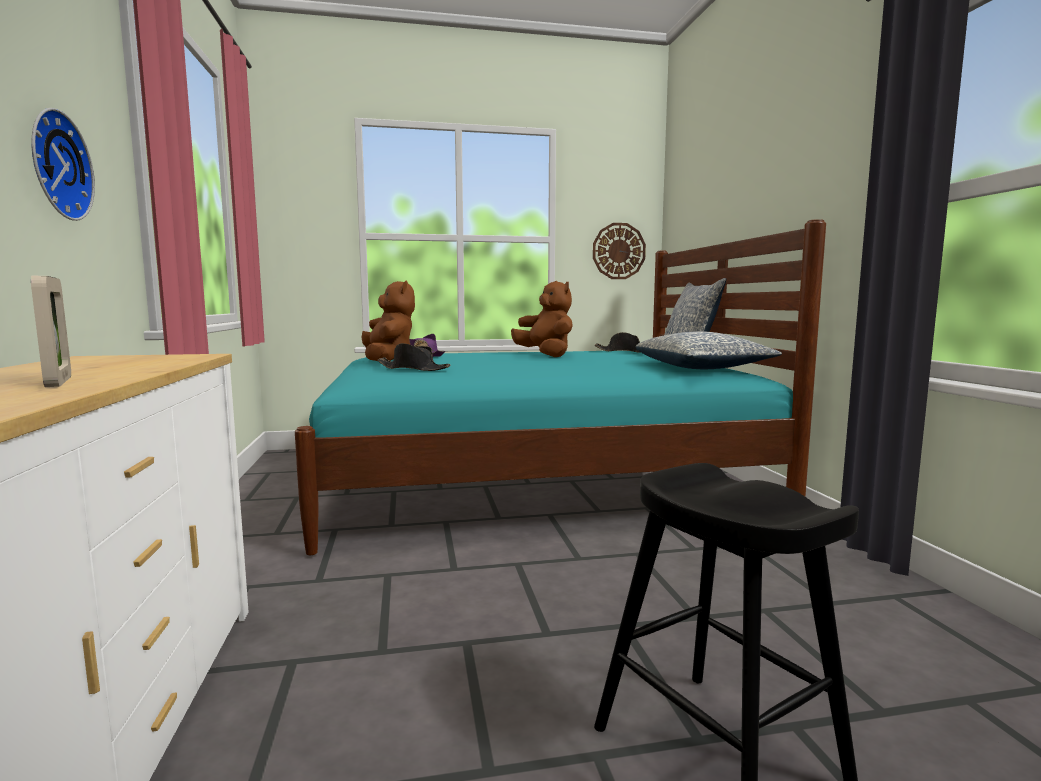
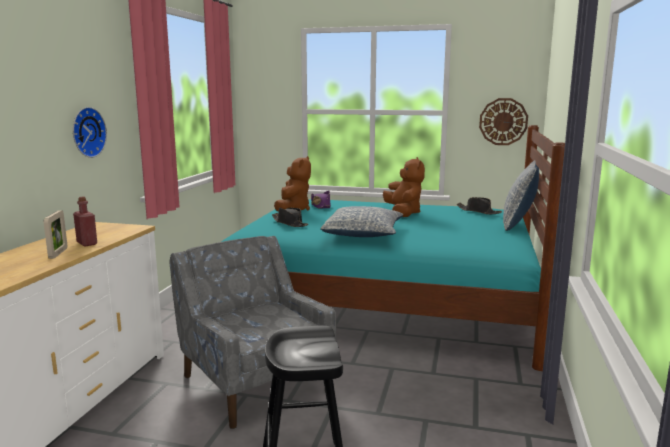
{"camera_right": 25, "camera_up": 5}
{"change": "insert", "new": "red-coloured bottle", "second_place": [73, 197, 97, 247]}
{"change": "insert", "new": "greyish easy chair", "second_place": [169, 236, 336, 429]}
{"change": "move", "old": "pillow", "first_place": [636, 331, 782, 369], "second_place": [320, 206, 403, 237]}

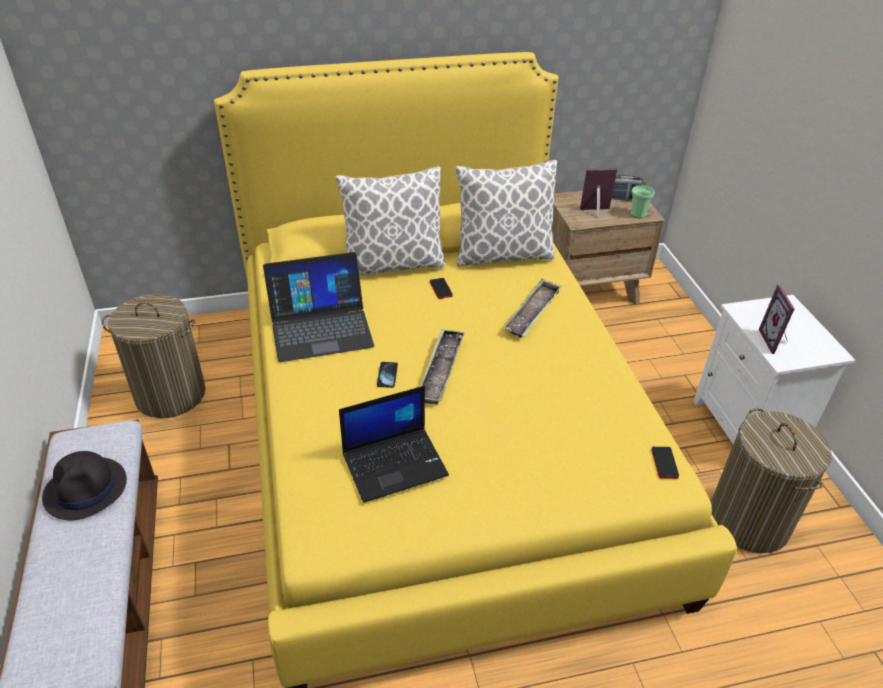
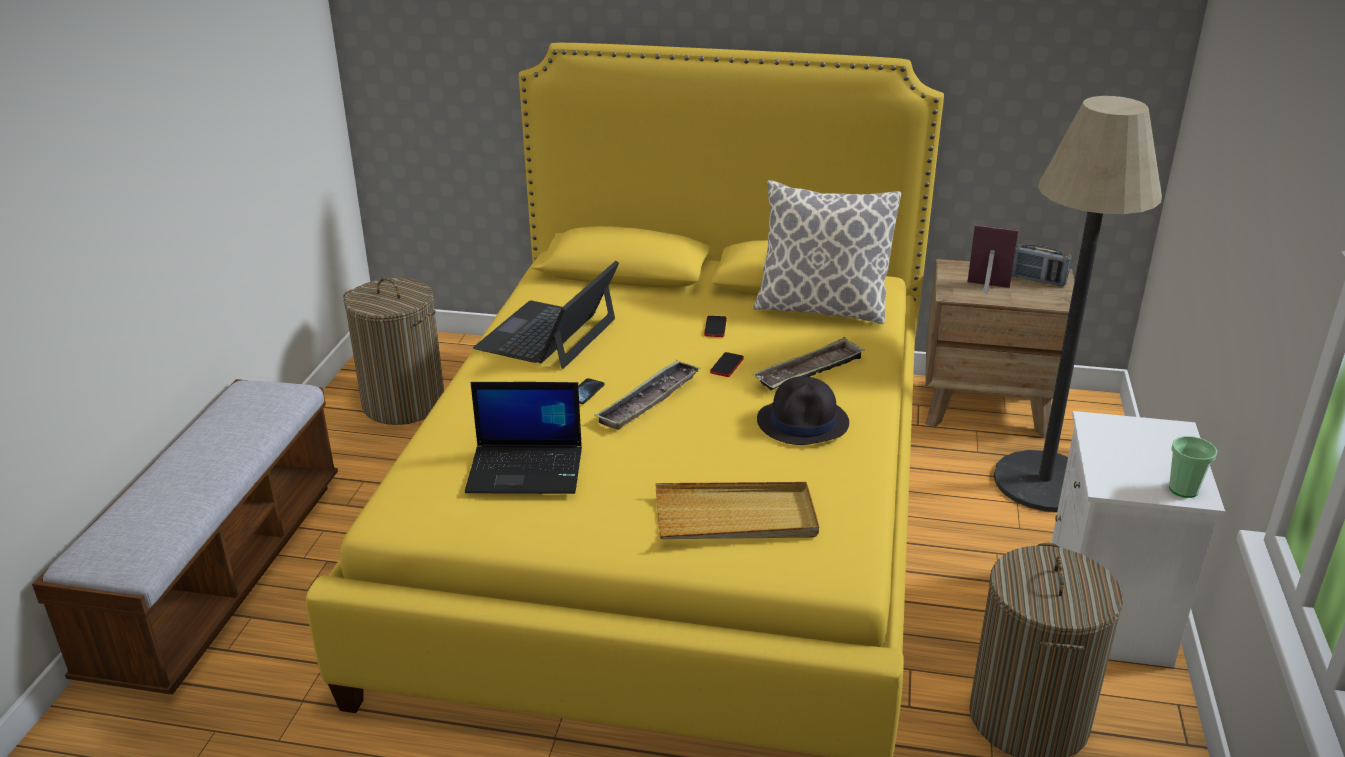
{"camera_right": 25, "camera_up": -10}
{"change": "rotate", "old": "notebook computer", "first_place": [263, 252, 374, 362], "second_place": [473, 261, 619, 369], "degrees": 105}
{"change": "insert", "new": "beige carrying tray", "second_place": [656, 482, 819, 539]}
{"change": "move", "old": "telephone", "first_place": [652, 447, 679, 479], "second_place": [710, 352, 744, 377]}
{"change": "move", "old": "blackish hat", "first_place": [42, 451, 127, 520], "second_place": [757, 376, 849, 445]}
{"change": "insert", "new": "floor lamp", "second_place": [994, 96, 1162, 512]}
{"change": "move", "old": "small cup", "first_place": [631, 185, 655, 218], "second_place": [1169, 436, 1217, 498]}
{"change": "delete", "old": "pillow", "first_place": [335, 166, 445, 276]}
{"change": "delete", "old": "picture frame", "first_place": [759, 285, 794, 354]}

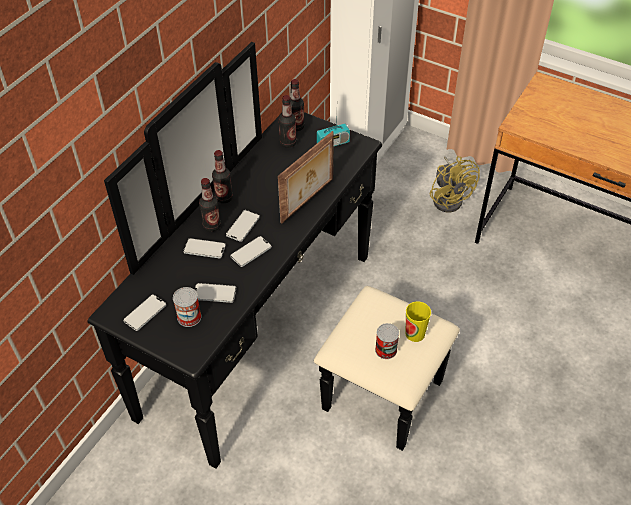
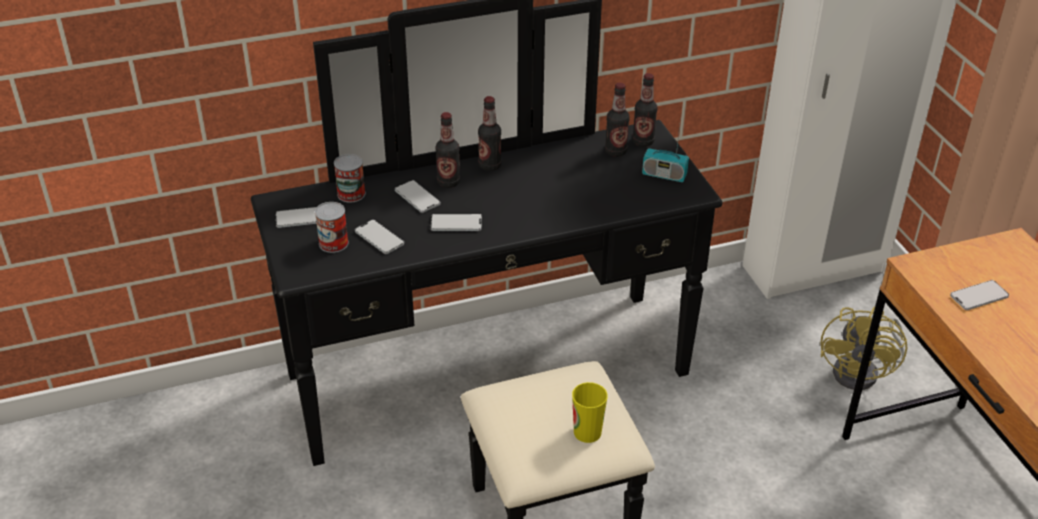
{"camera_right": 40, "camera_up": -10}
{"change": "move", "old": "can", "first_place": [375, 323, 399, 359], "second_place": [334, 154, 366, 203]}
{"change": "move", "old": "telephone", "first_place": [226, 210, 260, 242], "second_place": [950, 280, 1009, 310]}
{"change": "delete", "old": "picture frame", "first_place": [278, 131, 334, 224]}

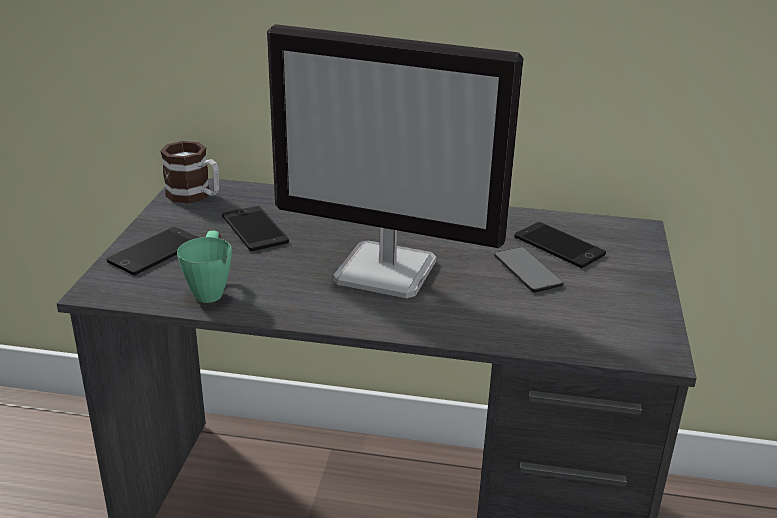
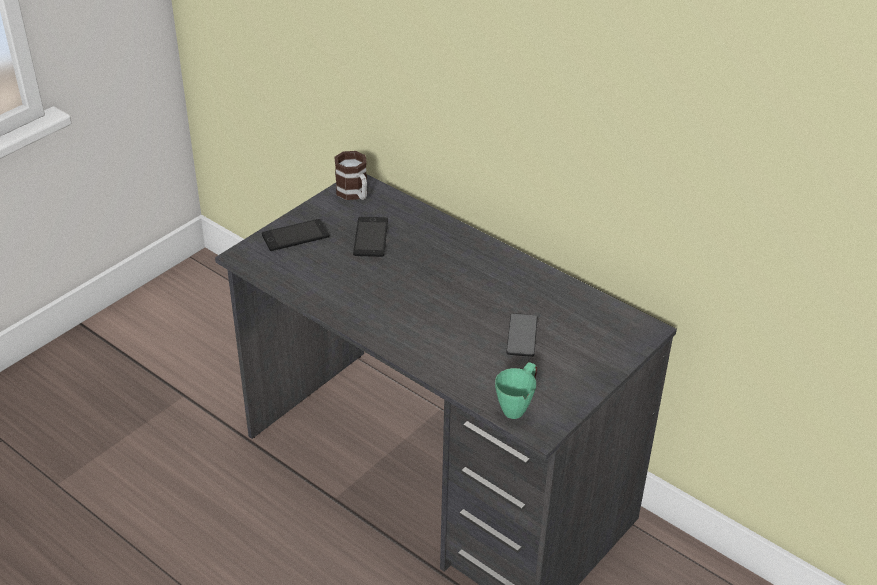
{"camera_right": 30, "camera_up": 10}
{"change": "move", "old": "greenish coffee mug", "first_place": [177, 230, 232, 303], "second_place": [495, 362, 537, 419]}
{"change": "delete", "old": "monitor", "first_place": [267, 24, 523, 298]}
{"change": "delete", "old": "telephone", "first_place": [514, 222, 606, 268]}

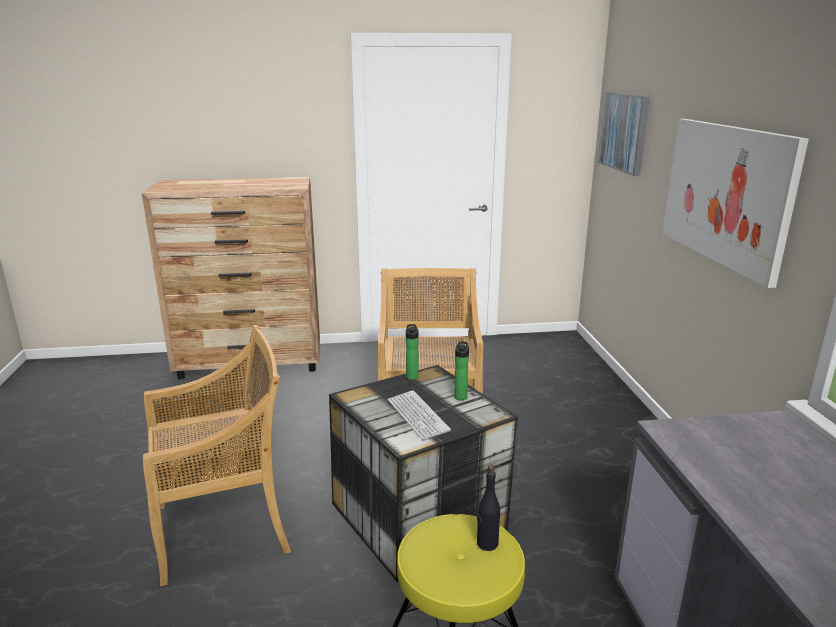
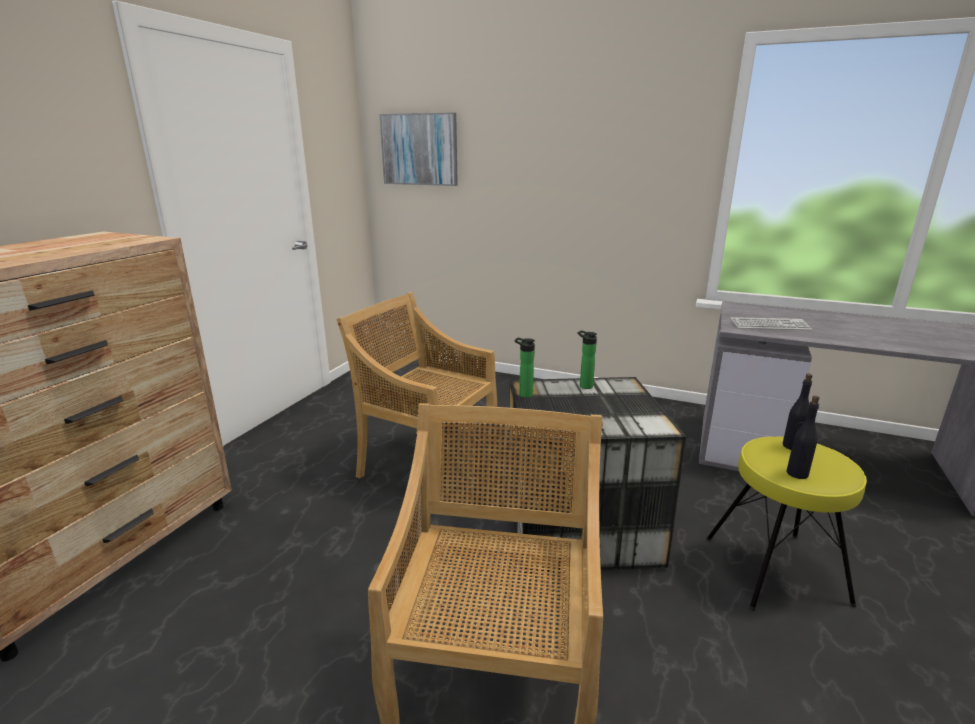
{"camera_right": -60, "camera_up": 0}
{"change": "move", "old": "PC keyboard", "first_place": [388, 390, 451, 440], "second_place": [730, 317, 812, 330]}
{"change": "insert", "new": "blackish bottle", "second_place": [786, 395, 820, 479]}
{"change": "delete", "old": "wall art", "first_place": [662, 119, 809, 288]}

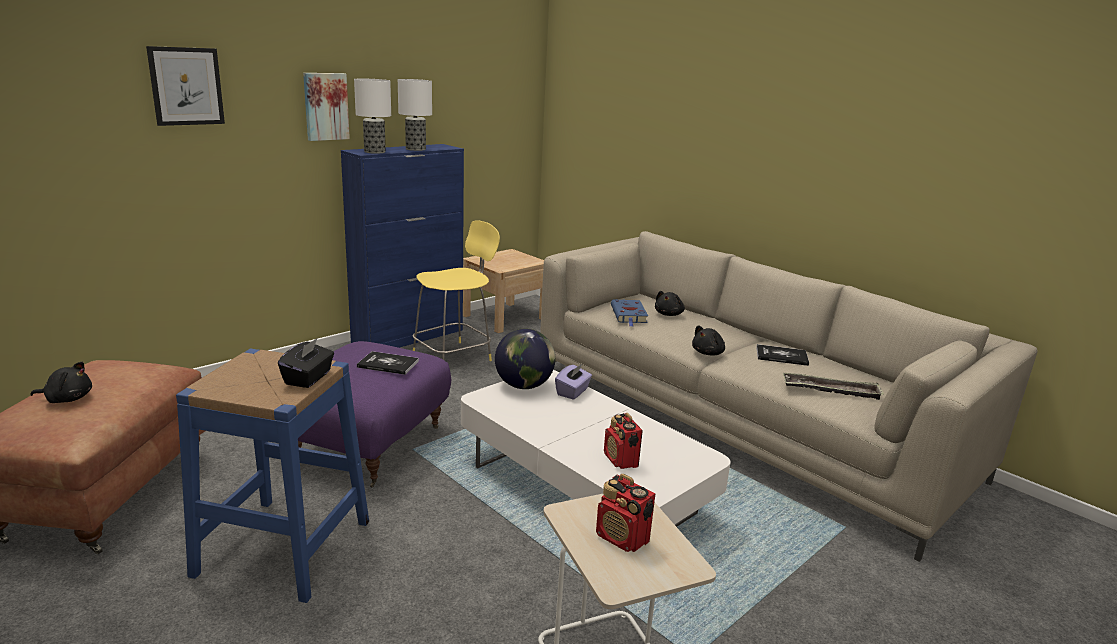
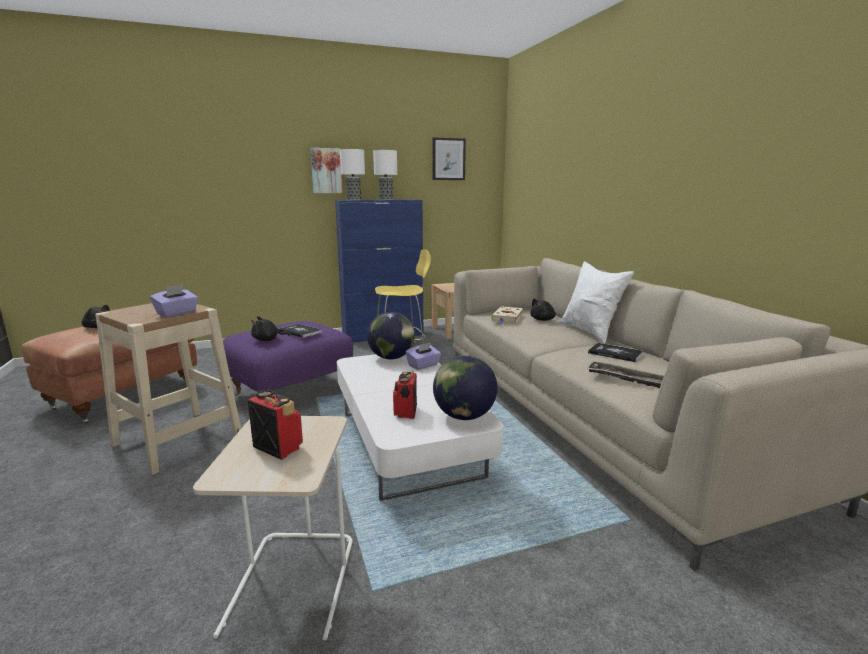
{"camera_right": 25, "camera_up": -5}
{"change": "recolor", "old": "blue-coloured sitting stool", "new": "beige sitting stool", "first_place": [176, 349, 369, 603], "second_place": [95, 303, 241, 475]}
{"change": "recolor", "old": "blackish tissue box", "new": "purple tissue box", "first_place": [278, 339, 334, 388], "second_place": [150, 285, 198, 317]}
{"change": "rotate", "old": "radio receiver", "first_place": [596, 474, 655, 552], "second_place": [248, 390, 303, 460], "degrees": 150}
{"change": "move", "old": "blackish plush toy", "first_place": [692, 325, 725, 356], "second_place": [251, 316, 290, 341]}
{"change": "move", "old": "wall art", "first_place": [146, 46, 225, 126], "second_place": [433, 137, 466, 180]}
{"change": "insert", "new": "world globe", "second_place": [433, 355, 498, 420]}
{"change": "recolor", "old": "blue-coloured volume", "new": "beige volume", "first_place": [611, 299, 648, 327], "second_place": [491, 306, 523, 324]}
{"change": "insert", "new": "whitish pillow", "second_place": [560, 261, 634, 343]}

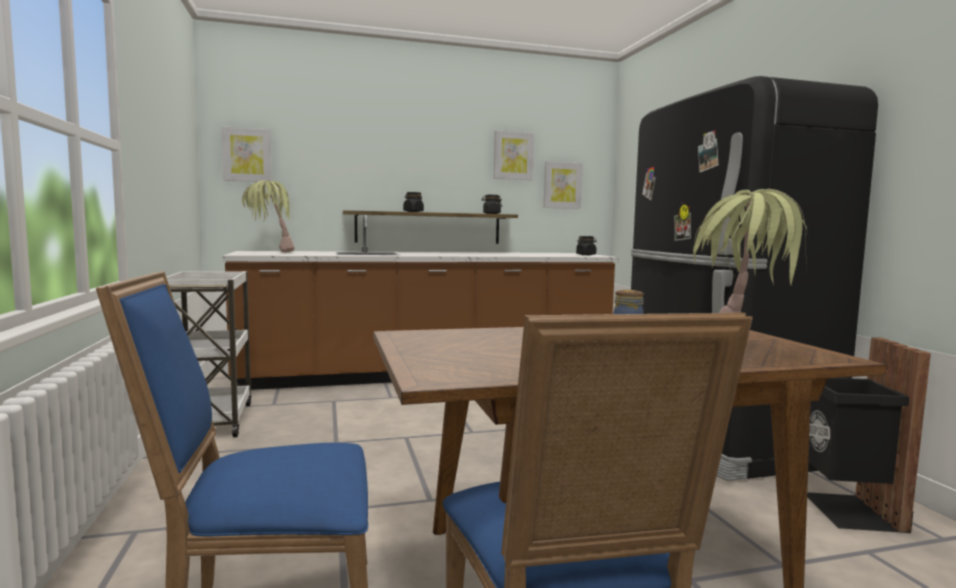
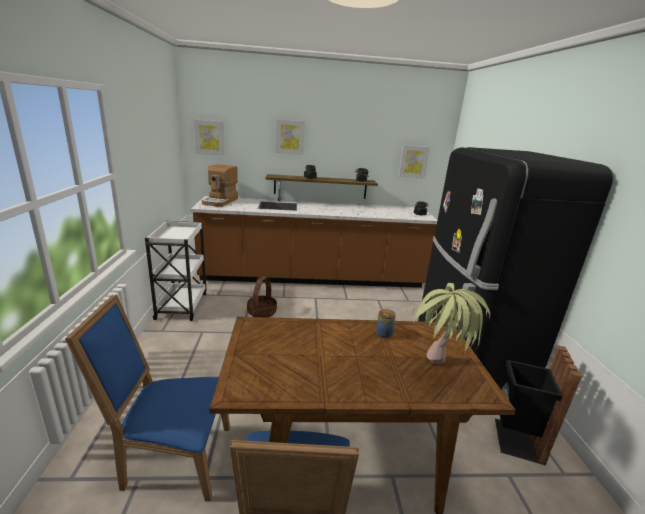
{"camera_right": 10, "camera_up": 15}
{"change": "replace", "old": "potted plant", "new": "coffee brewer", "first_place": [242, 180, 295, 253], "second_place": [202, 164, 238, 207]}
{"change": "insert", "new": "storage basket", "second_place": [247, 276, 277, 318]}
{"change": "move", "old": "wall art", "first_place": [494, 131, 534, 180], "second_place": [276, 119, 305, 155]}

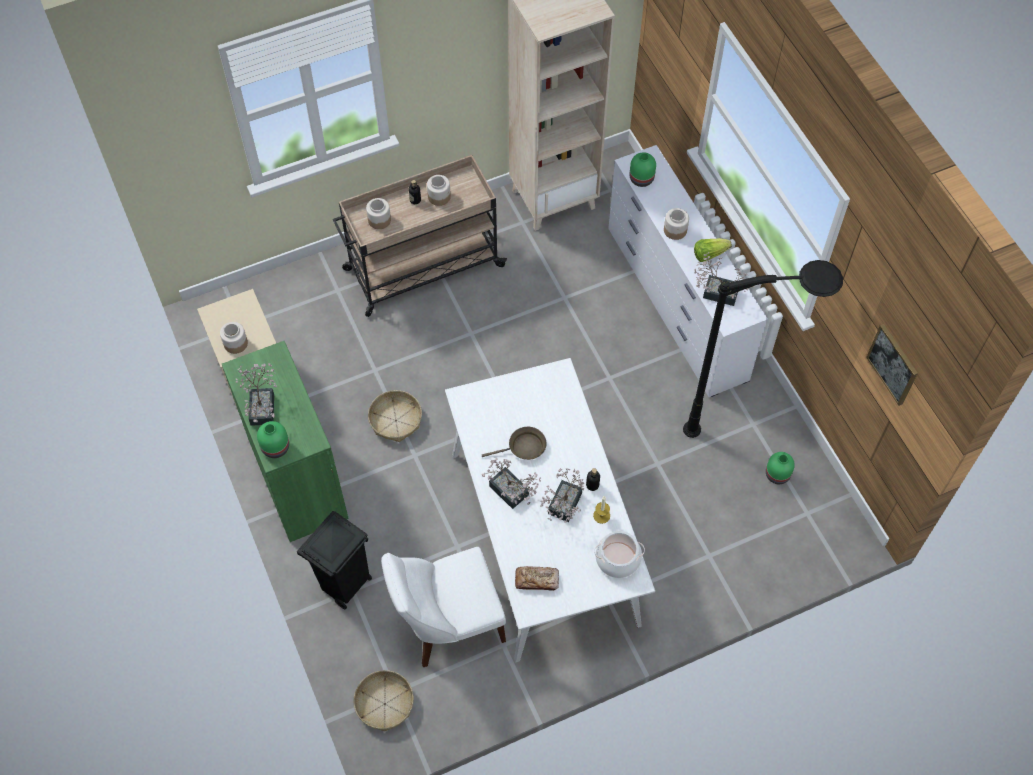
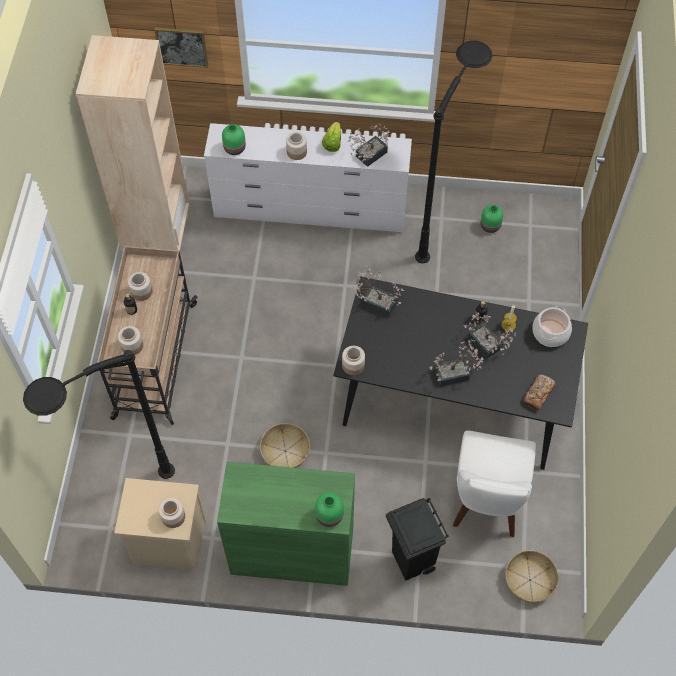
{"camera_right": -60, "camera_up": 0}
{"change": "insert", "new": "blackish floor lamp", "second_place": [23, 350, 175, 479]}
{"change": "move", "old": "wall art", "first_place": [866, 324, 918, 406], "second_place": [154, 27, 208, 68]}
{"change": "recolor", "old": "whitish dining table", "new": "blackish dining table", "first_place": [445, 358, 655, 662], "second_place": [333, 277, 588, 470]}
{"change": "insert", "new": "preserve jar", "second_place": [342, 346, 365, 375]}
{"change": "move", "old": "potted plant", "first_place": [236, 363, 277, 426], "second_place": [353, 265, 404, 317]}
{"change": "delete", "old": "brown-coloured skillet", "first_place": [482, 427, 547, 460]}

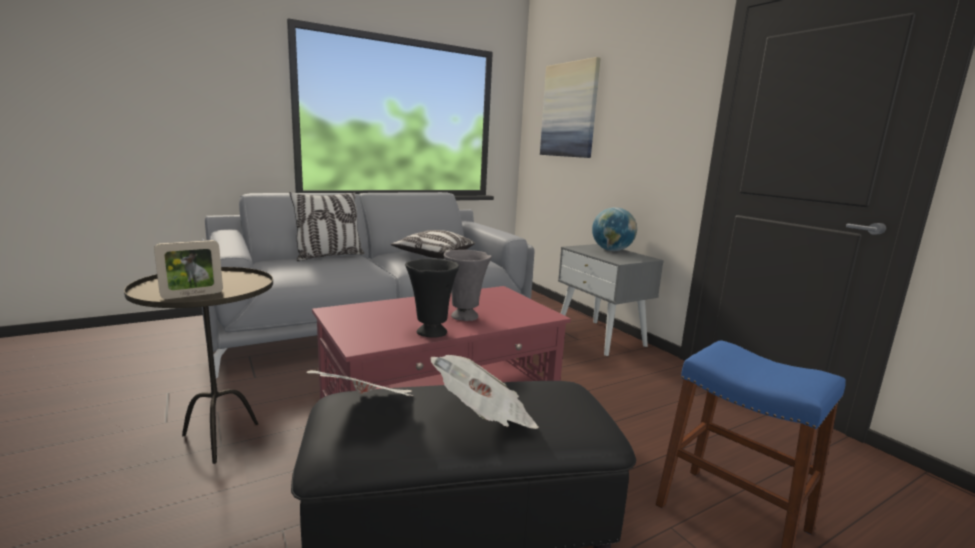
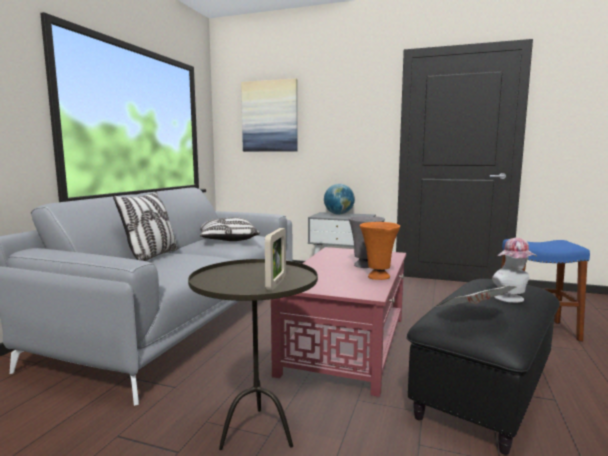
{"camera_right": -40, "camera_up": -5}
{"change": "recolor", "old": "blackish vase", "new": "orange-coloured vase", "first_place": [405, 259, 459, 338], "second_place": [360, 222, 400, 280]}
{"change": "replace", "old": "printed paper", "new": "hat", "first_place": [431, 355, 539, 429], "second_place": [492, 238, 537, 303]}

